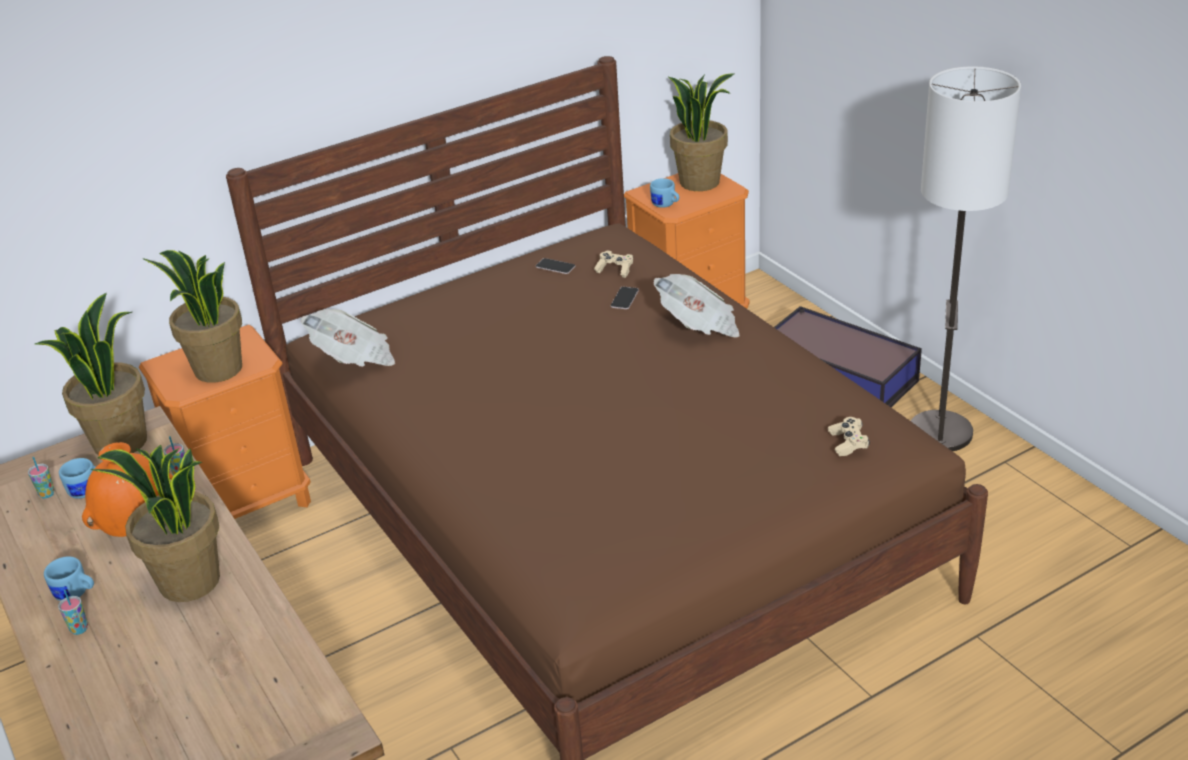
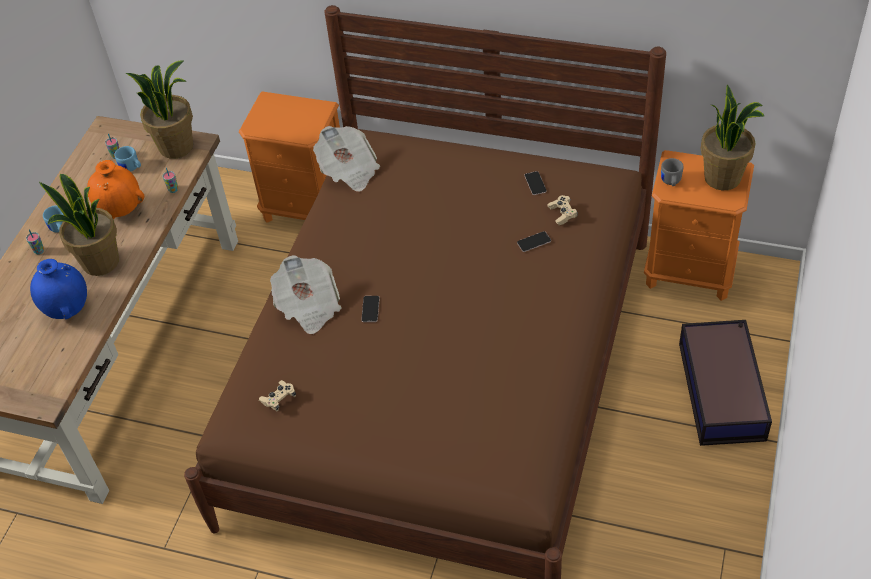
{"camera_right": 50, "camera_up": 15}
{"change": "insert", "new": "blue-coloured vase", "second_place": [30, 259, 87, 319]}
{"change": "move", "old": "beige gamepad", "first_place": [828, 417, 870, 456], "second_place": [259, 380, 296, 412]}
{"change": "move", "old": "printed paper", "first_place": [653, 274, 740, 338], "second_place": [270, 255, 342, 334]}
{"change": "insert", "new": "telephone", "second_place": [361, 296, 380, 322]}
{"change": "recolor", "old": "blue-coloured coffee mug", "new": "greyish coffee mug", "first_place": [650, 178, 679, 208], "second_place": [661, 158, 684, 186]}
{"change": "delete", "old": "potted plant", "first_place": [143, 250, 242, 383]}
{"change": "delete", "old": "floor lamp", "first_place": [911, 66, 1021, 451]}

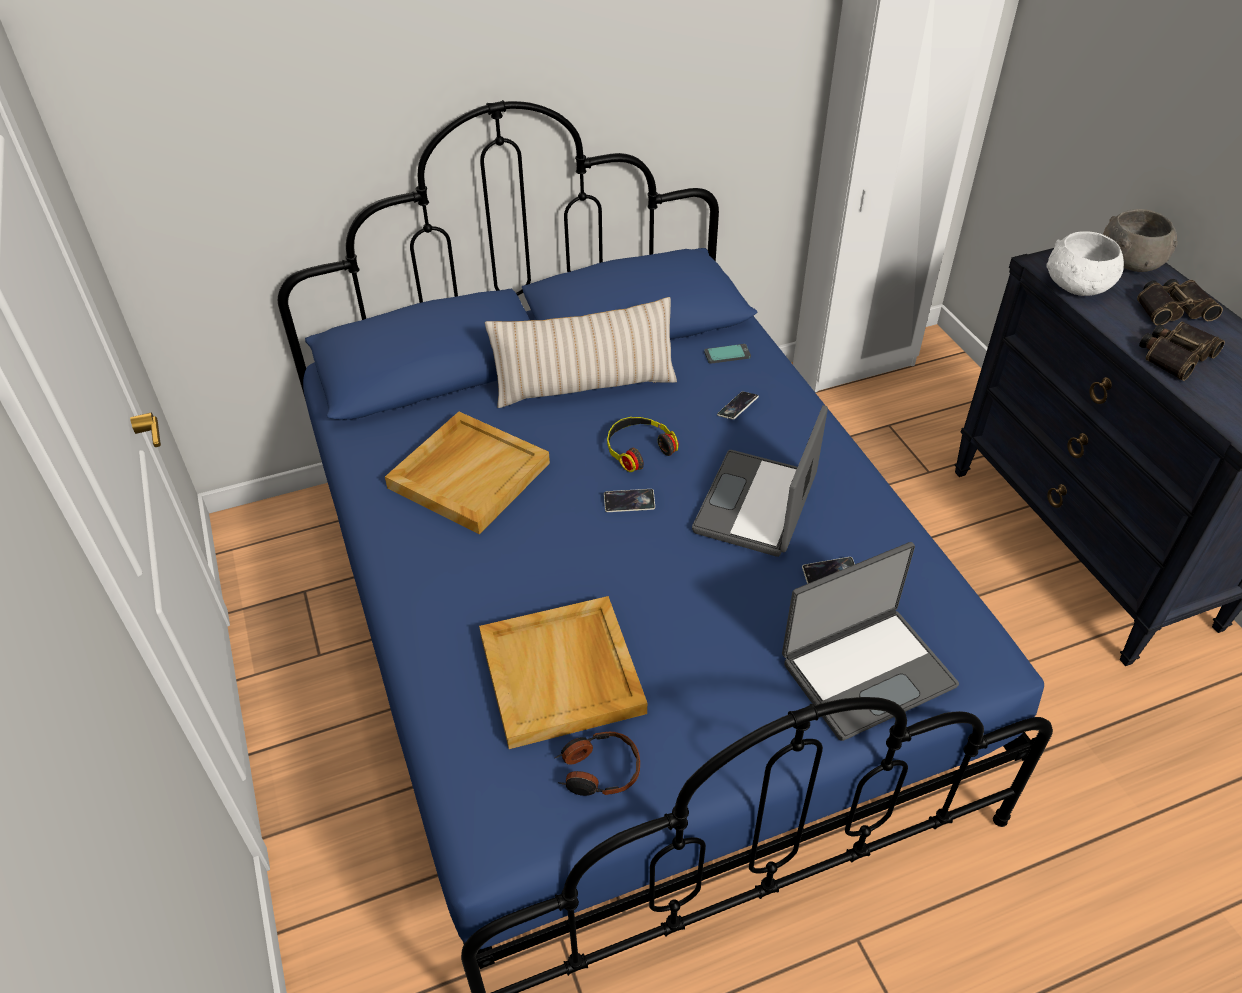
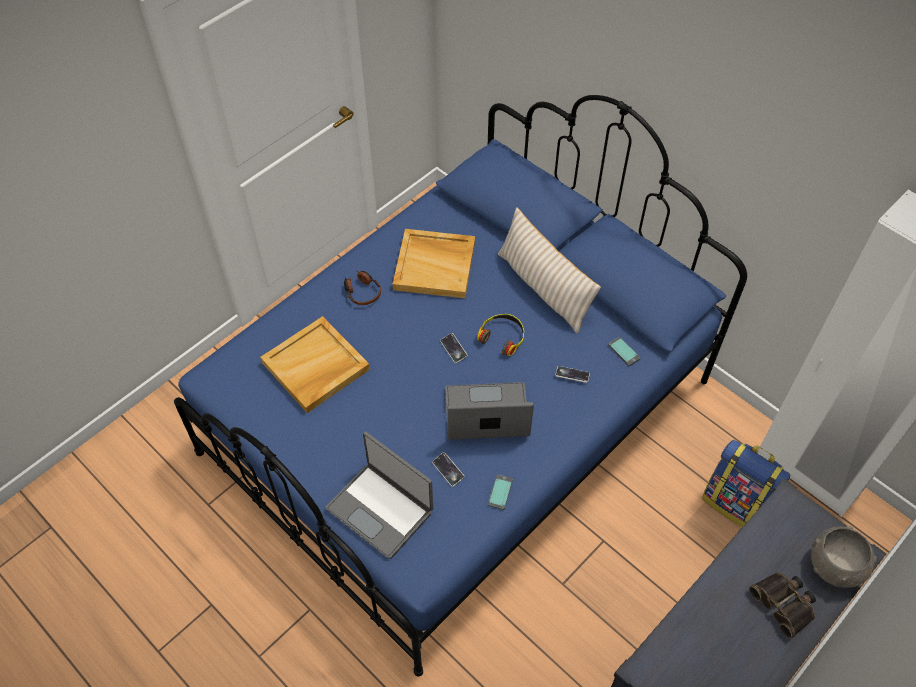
{"camera_right": 65, "camera_up": 10}
{"change": "move", "old": "pair of headphones", "first_place": [555, 732, 640, 796], "second_place": [344, 271, 381, 305]}
{"change": "insert", "new": "telephone", "second_place": [488, 474, 513, 510]}
{"change": "insert", "new": "backpack", "second_place": [702, 440, 790, 527]}
{"change": "delete", "old": "whitish serving bowl", "first_place": [1046, 231, 1124, 296]}
{"change": "delete", "old": "binoculars", "first_place": [1139, 321, 1225, 381]}

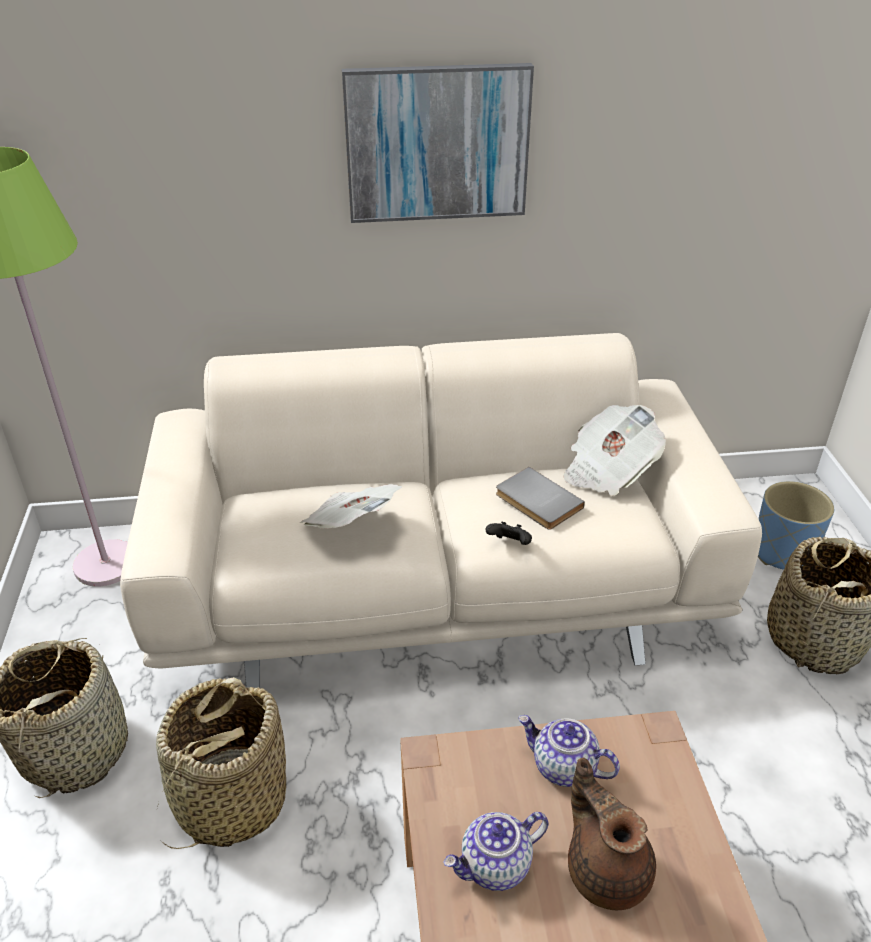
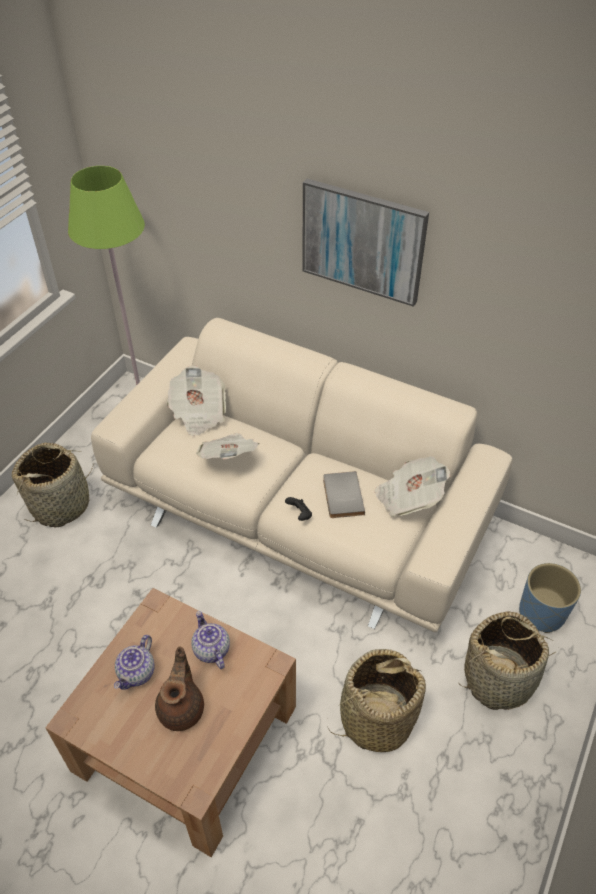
{"camera_right": 35, "camera_up": 10}
{"change": "rotate", "old": "teapot", "first_place": [444, 812, 549, 891], "second_place": [114, 635, 155, 690], "degrees": -75}
{"change": "insert", "new": "printed paper", "second_place": [166, 366, 226, 436]}
{"change": "move", "old": "storage basket", "first_place": [156, 677, 286, 849], "second_place": [327, 649, 426, 752]}

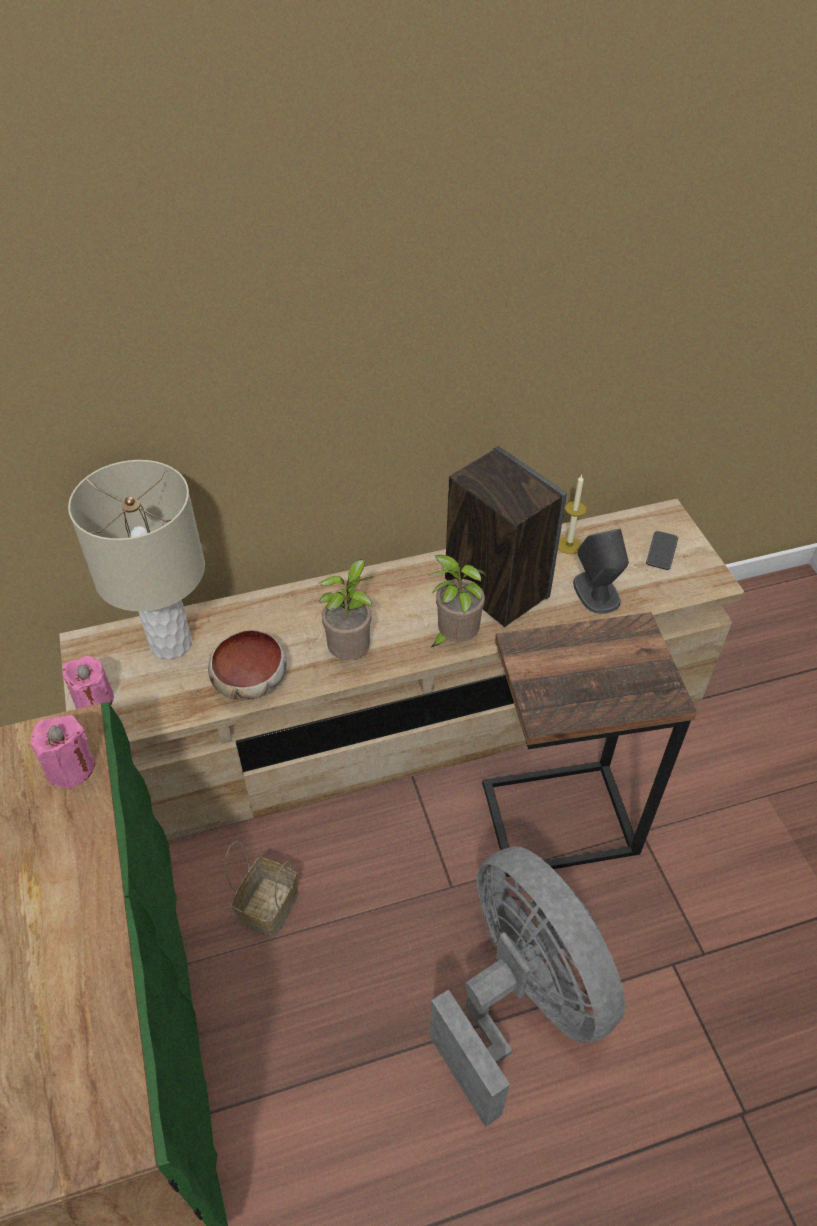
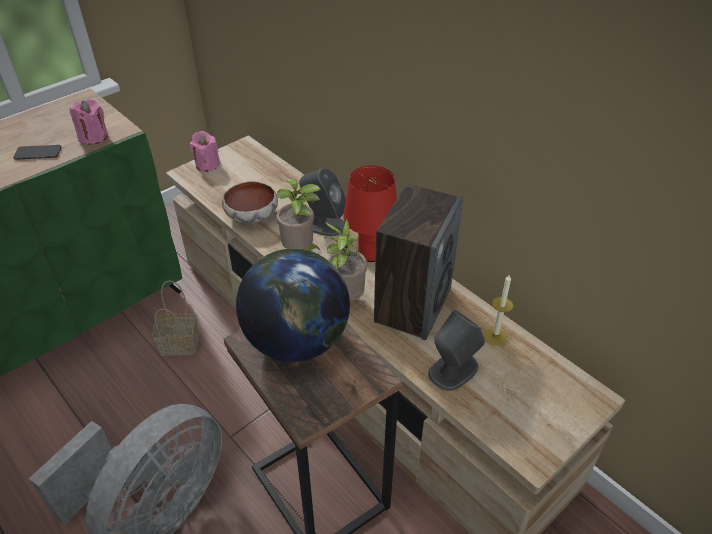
{"camera_right": 65, "camera_up": -5}
{"change": "move", "old": "telephone", "first_place": [646, 531, 678, 570], "second_place": [13, 145, 61, 160]}
{"change": "insert", "new": "world globe", "second_place": [236, 248, 350, 362]}
{"change": "insert", "new": "greyish speaker", "second_place": [299, 168, 346, 236]}
{"change": "insert", "new": "red-coloured tabletop lamp", "second_place": [343, 165, 397, 262]}
{"change": "delete", "old": "beige tabletop lamp", "first_place": [68, 460, 205, 660]}

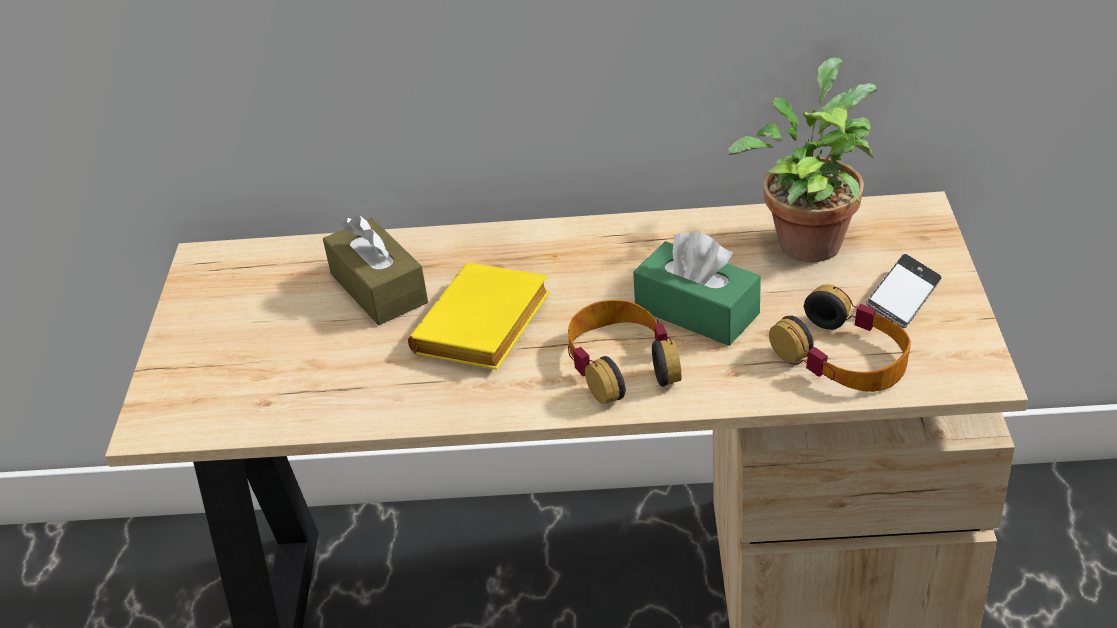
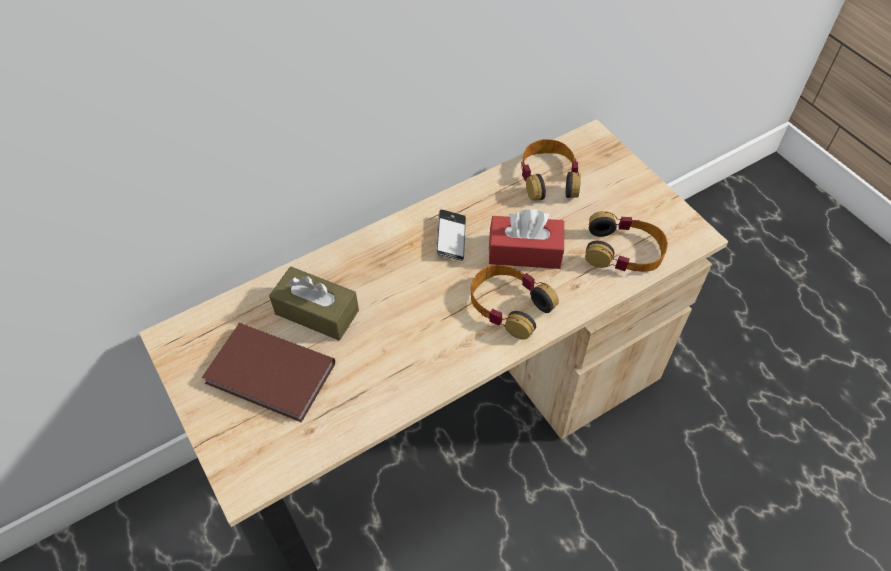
{"camera_right": -35, "camera_up": 15}
{"change": "insert", "new": "brown-coloured volume", "second_place": [202, 323, 335, 423]}
{"change": "move", "old": "telephone", "first_place": [866, 254, 941, 328], "second_place": [436, 209, 466, 261]}
{"change": "recolor", "old": "greenish tissue box", "new": "red-coloured tissue box", "first_place": [633, 231, 761, 346], "second_place": [489, 209, 564, 269]}
{"change": "replace", "old": "potted plant", "new": "pair of headphones", "first_place": [728, 58, 877, 262], "second_place": [521, 139, 581, 201]}
{"change": "delete", "old": "yellow volume", "first_place": [408, 263, 550, 370]}

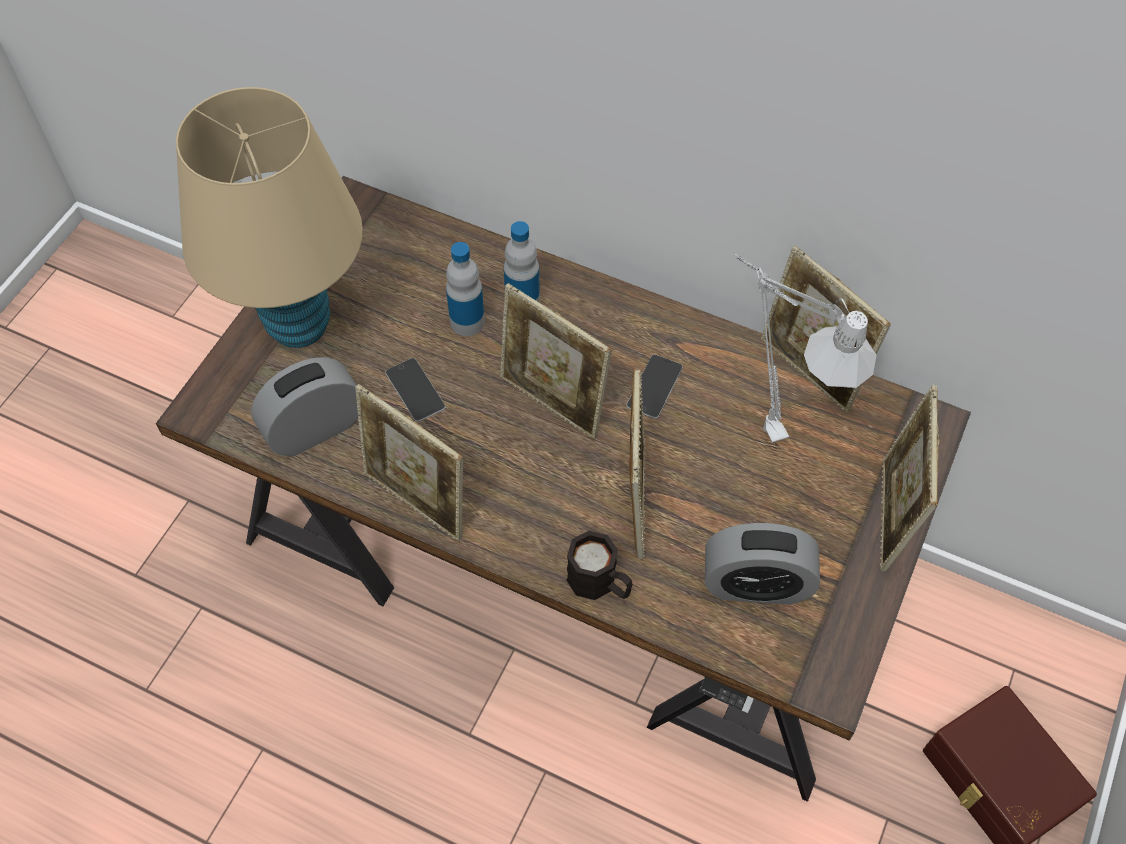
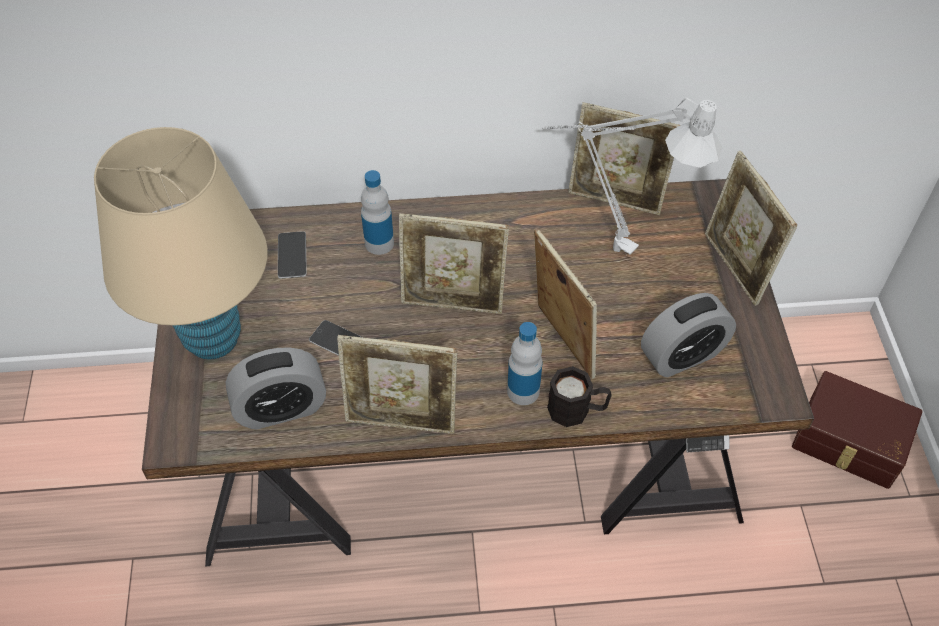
{"camera_right": -30, "camera_up": -5}
{"change": "rotate", "old": "bedside clock", "first_place": [251, 357, 358, 457], "second_place": [226, 348, 326, 429], "degrees": -135}
{"change": "move", "old": "telephone", "first_place": [626, 354, 683, 419], "second_place": [278, 231, 307, 278]}
{"change": "move", "old": "bottle", "first_place": [446, 242, 485, 336], "second_place": [507, 322, 542, 405]}

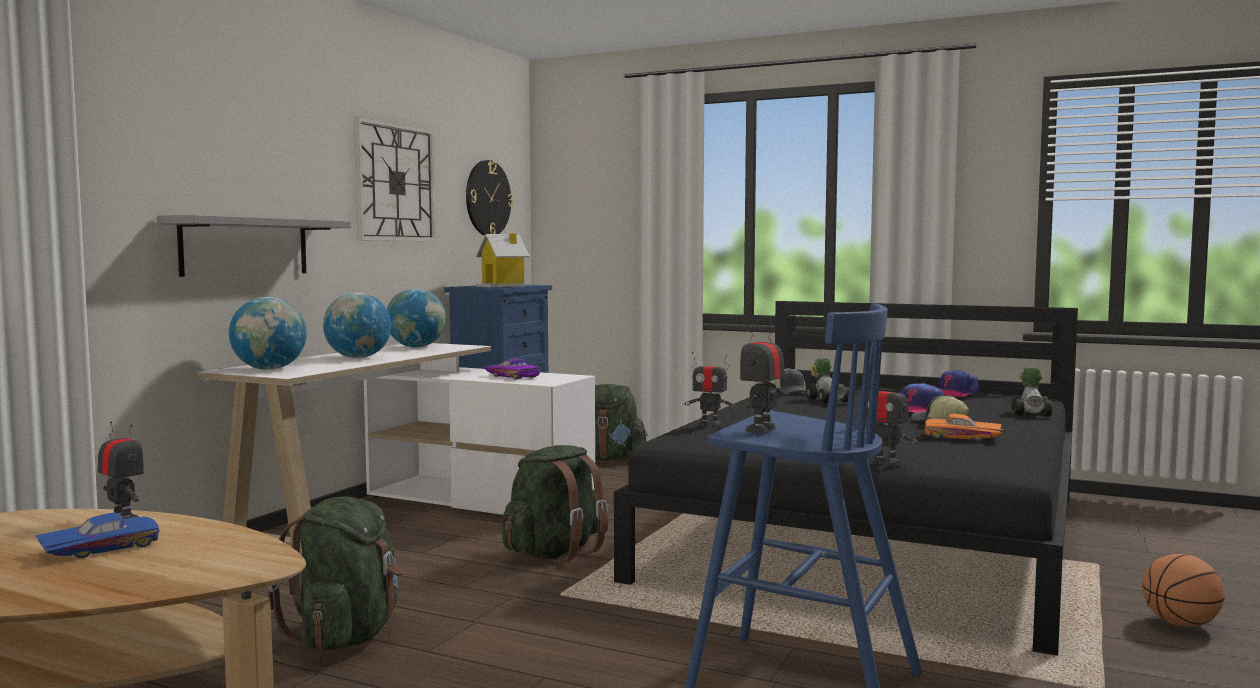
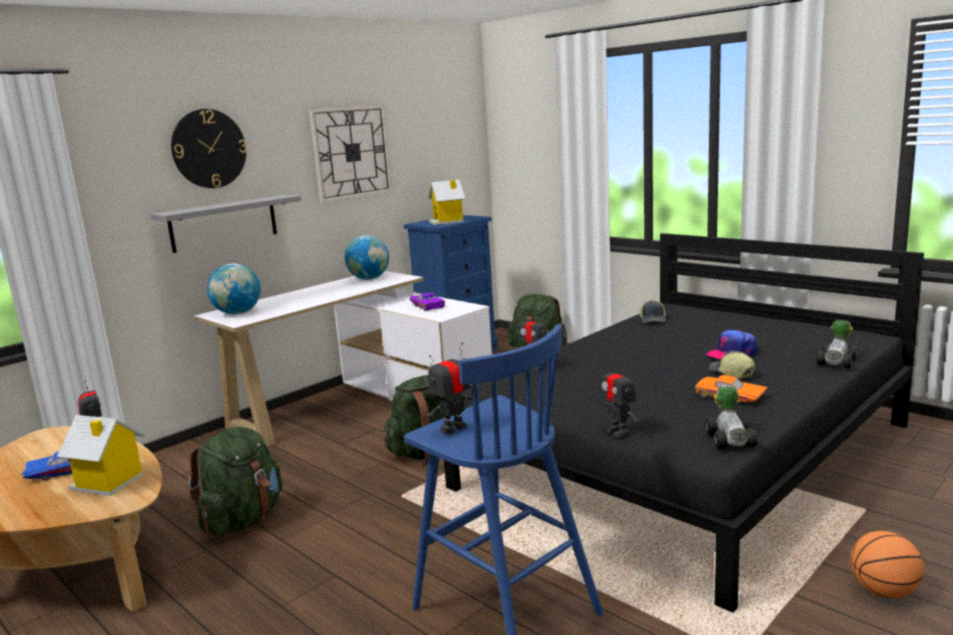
{"camera_right": 20, "camera_up": 10}
{"change": "insert", "new": "model house", "second_place": [57, 415, 145, 496]}
{"change": "move", "old": "wall clock", "first_place": [466, 160, 513, 236], "second_place": [171, 109, 247, 188]}
{"change": "move", "old": "model car", "first_place": [806, 358, 849, 403], "second_place": [705, 387, 758, 449]}
{"change": "delete", "old": "world globe", "first_place": [323, 293, 391, 358]}
{"change": "delete", "old": "peaked cap", "first_place": [939, 370, 979, 397]}

